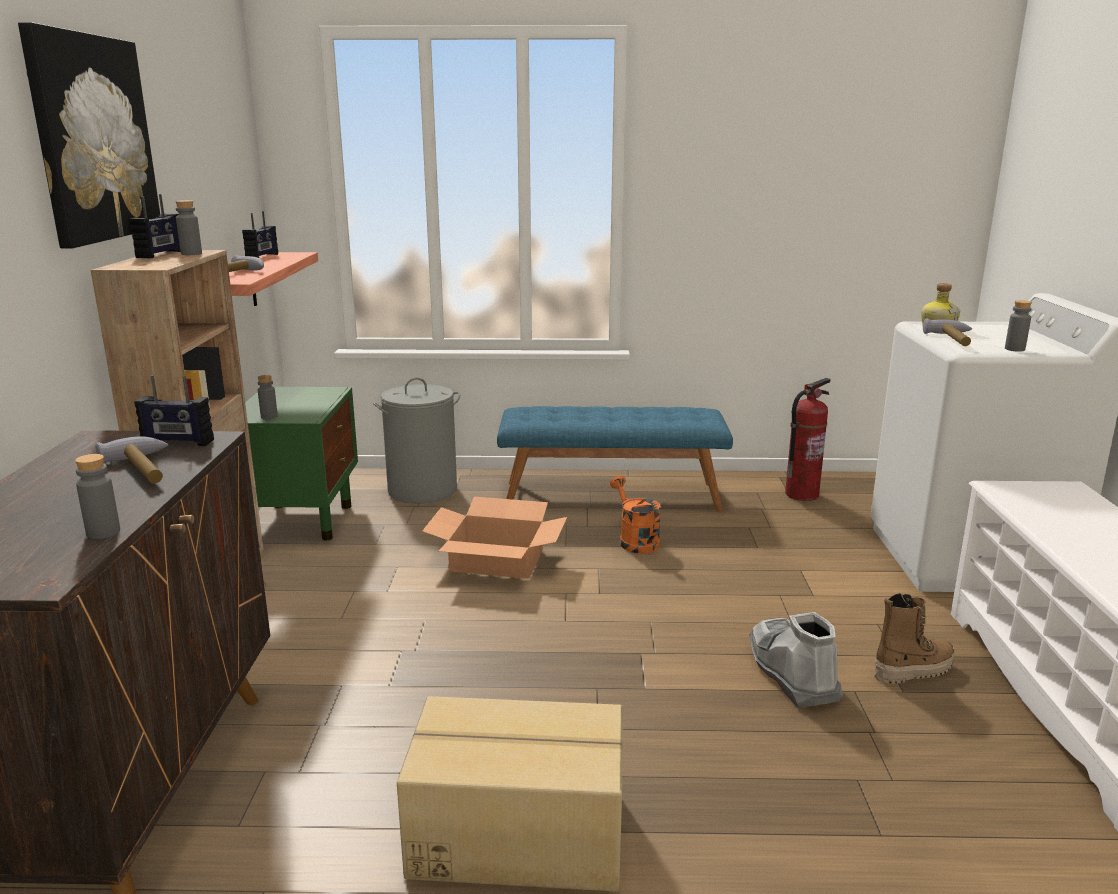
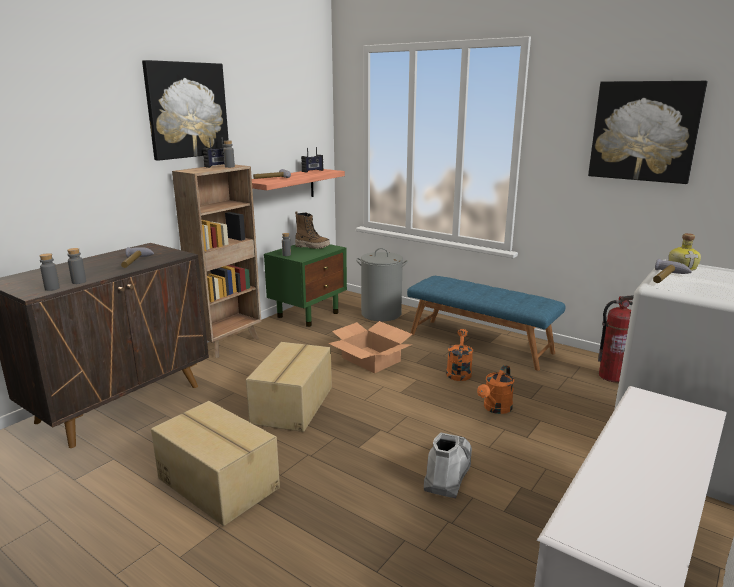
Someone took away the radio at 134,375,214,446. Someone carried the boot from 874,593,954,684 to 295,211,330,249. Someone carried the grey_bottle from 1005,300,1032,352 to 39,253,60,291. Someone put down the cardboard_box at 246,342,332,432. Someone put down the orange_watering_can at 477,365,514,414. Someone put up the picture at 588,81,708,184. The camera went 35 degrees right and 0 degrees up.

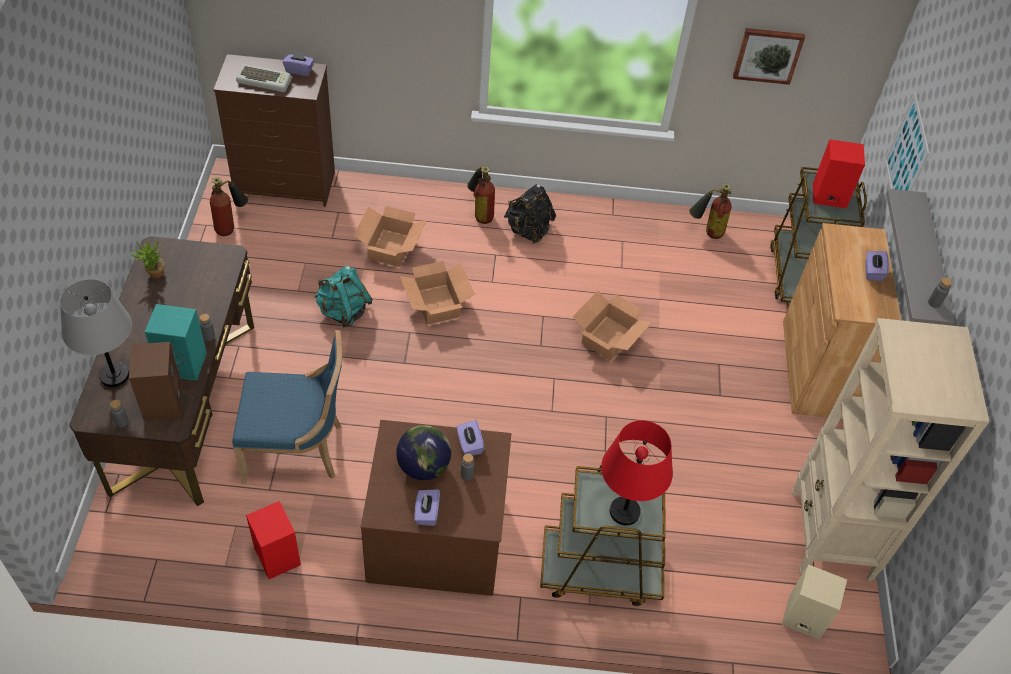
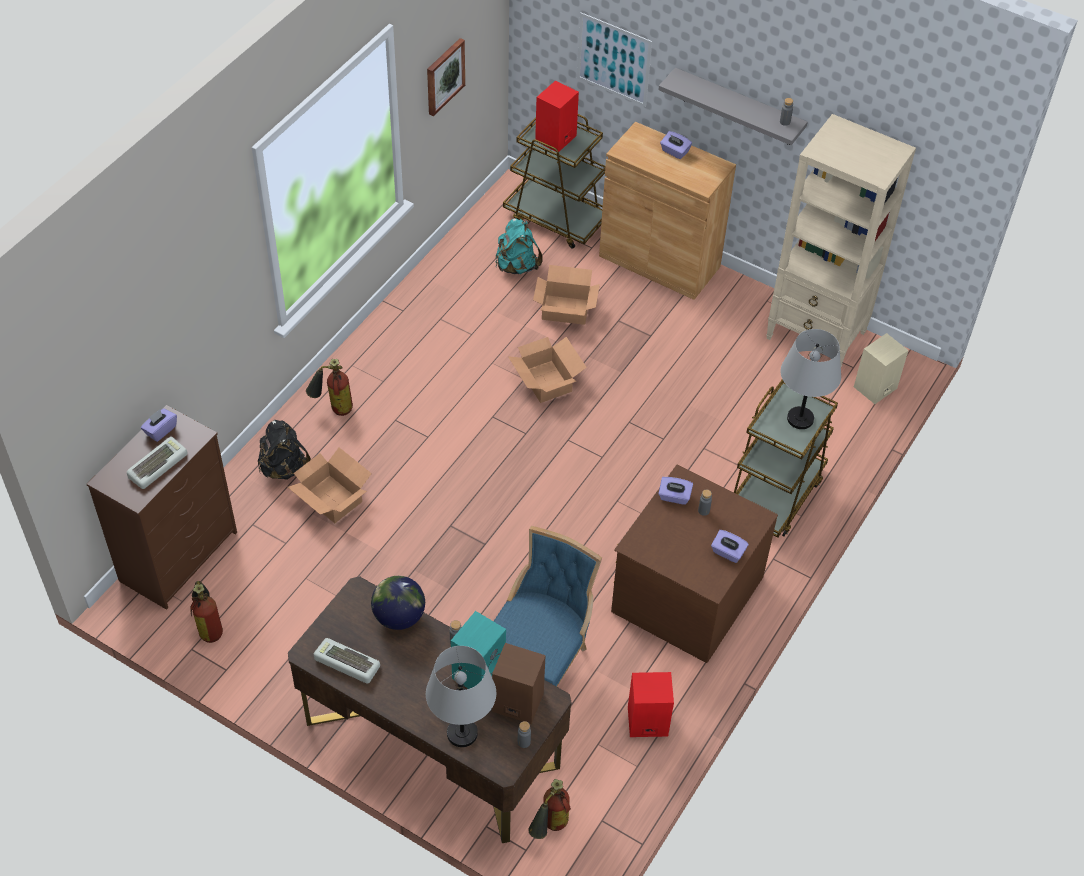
Someone swapped the potted_plant at 131,240,165,278 for the keyboard at 314,638,380,684. Someone carried the turquoise_backpack from 314,266,373,327 to 496,218,543,274. Someone carried the globe from 396,425,451,480 to 371,576,425,630. Someone carried the cardboard_box from 400,261,475,325 to 533,265,600,325. Someone carried the black_backpack from 504,184,556,244 to 258,420,311,480. Someone repainted the red_table_lamp at 601,420,673,525, which became the grey_table_lamp at 780,329,841,429. Someone carried the fire_extinguisher from 689,184,732,239 to 528,779,571,839. The camera went 60 degrees left and 0 degrees up.

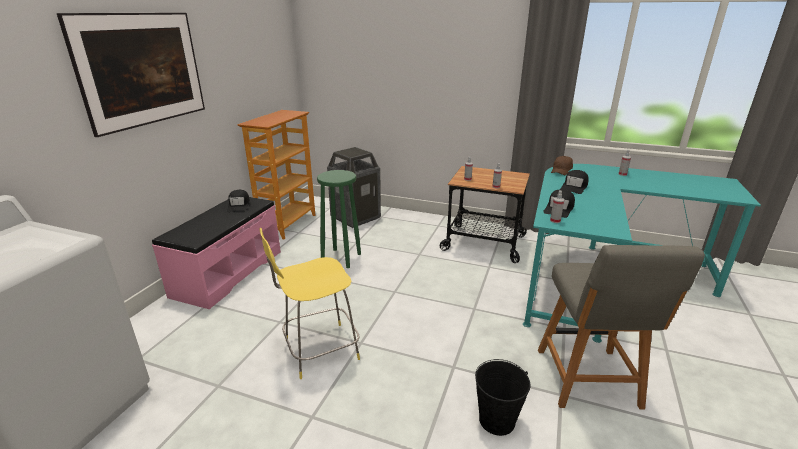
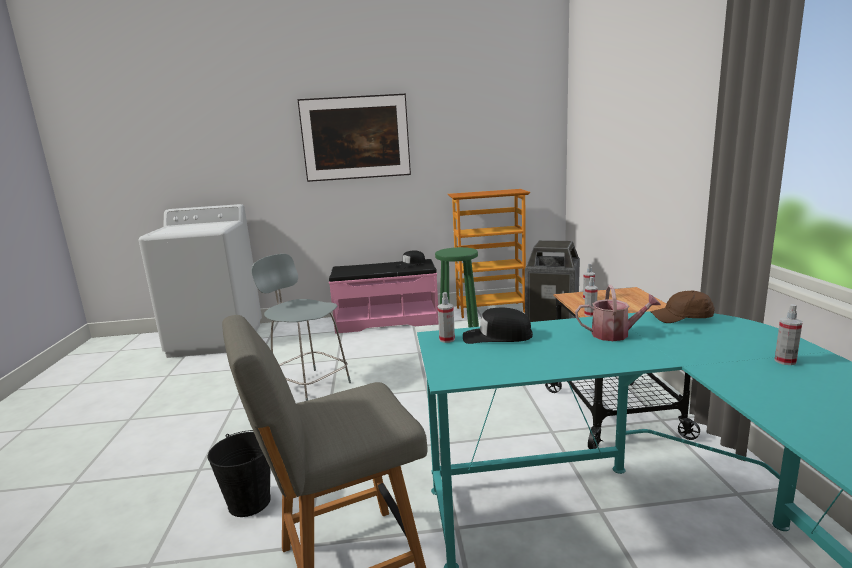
Someone repainted the yellow_stool at 260,228,360,379, which became the grey_stool at 251,254,351,401. Someone swapped the black_cap at 561,170,589,194 for the watering_can at 575,285,661,341. The camera went 65 degrees right and 10 degrees down.

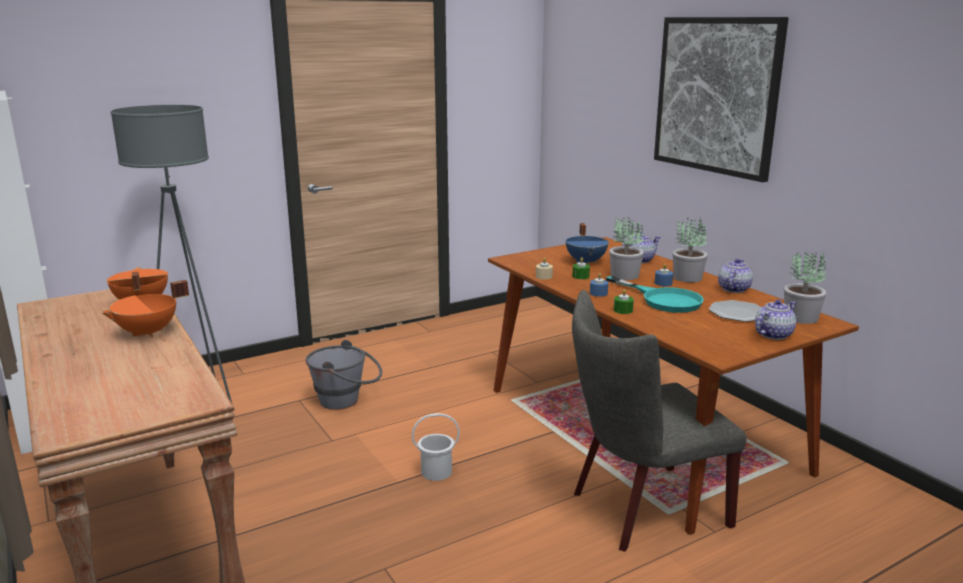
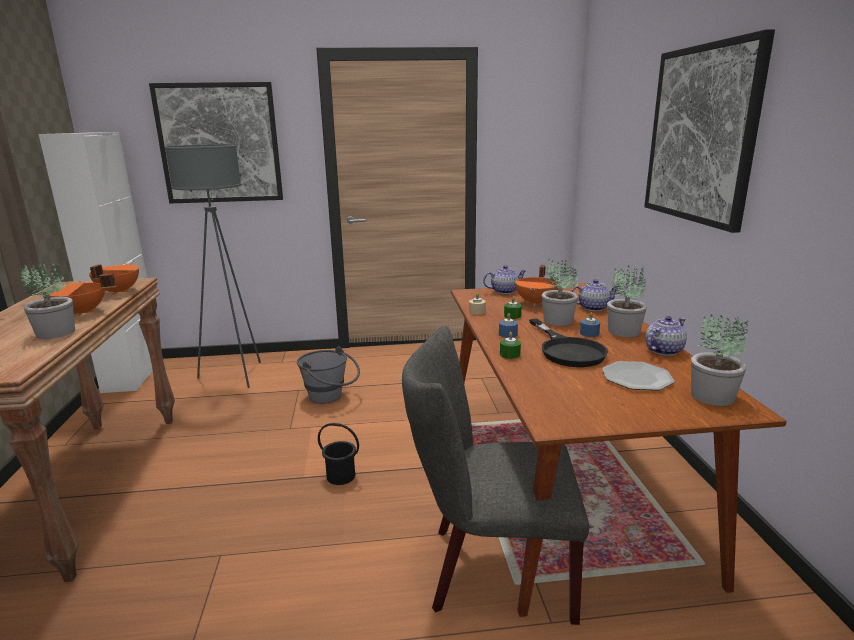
Someone repainted the white_bucket at 412,413,460,481, which became the black_bucket at 318,423,359,485. Someone repainted the blue_cooking_pot at 565,223,609,265, which became the orange_cooking_pot at 515,265,559,306. Someone repainted the turquoise_frying_pan at 606,276,704,313, which became the black_frying_pan at 529,319,608,367. Someone carried the teapot from 755,299,796,340 to 483,265,527,294. Someone put down the potted_plant at 20,258,75,339. Someone put up the picture at 149,82,283,204. The camera went 25 degrees right and 0 degrees up.

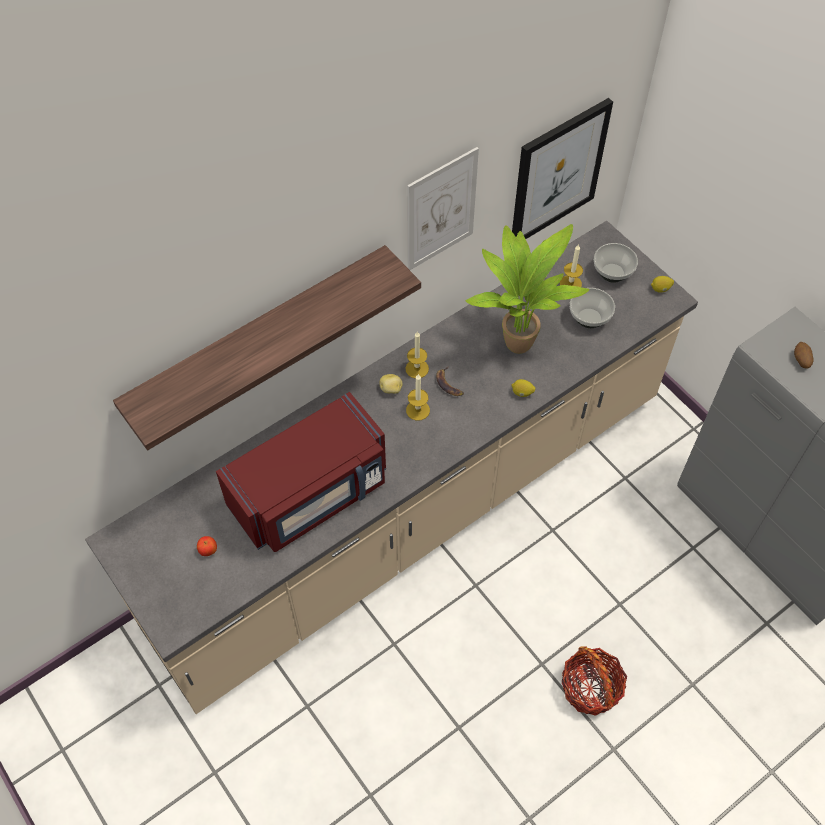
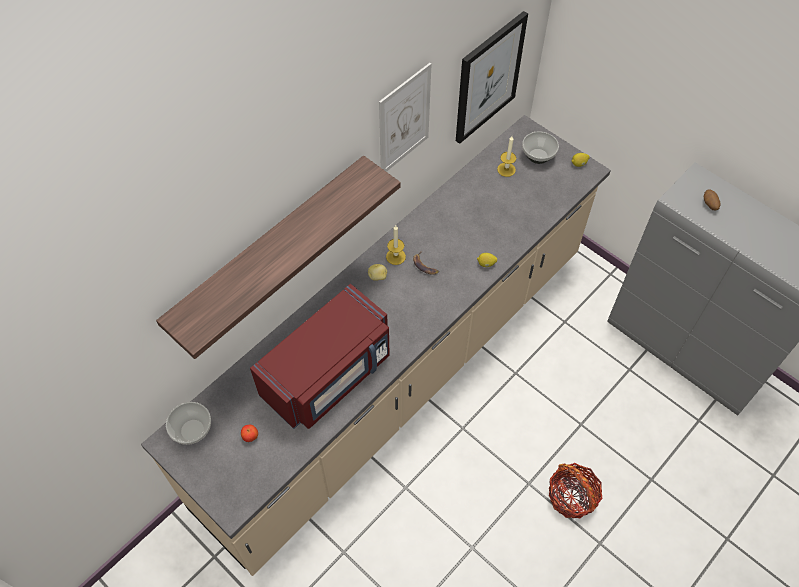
Someone took away the candle at 406,374,430,421. Someone took away the potted_plant at 465,224,590,354. Someone carried the bowl from 570,288,615,328 to 166,402,211,445. The camera went 10 degrees left and 0 degrees up.

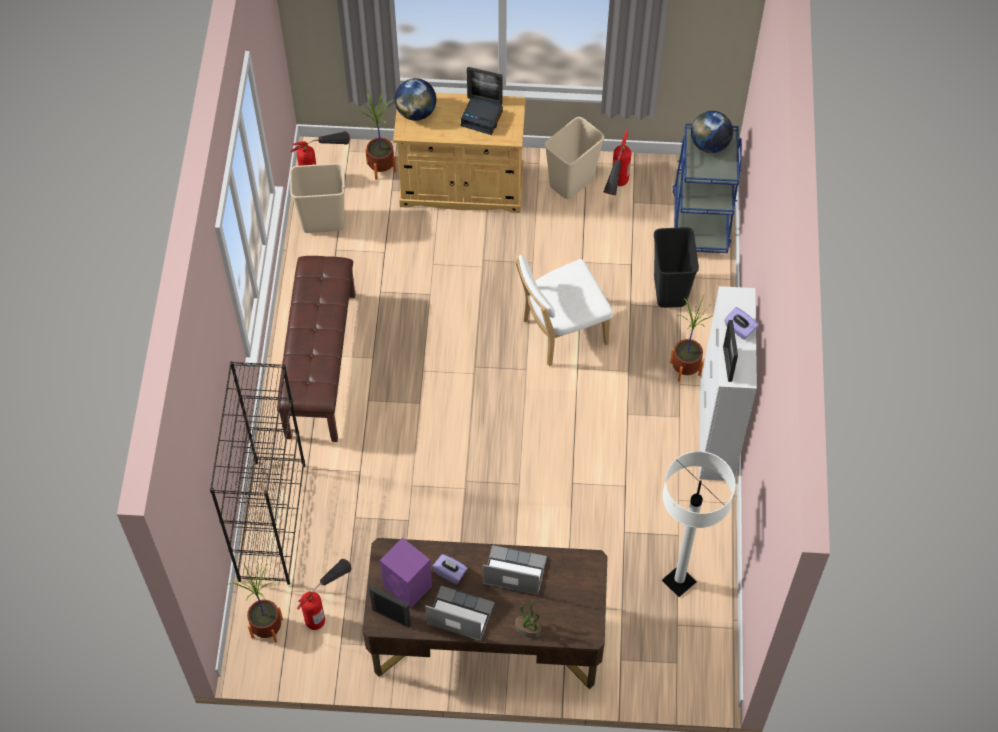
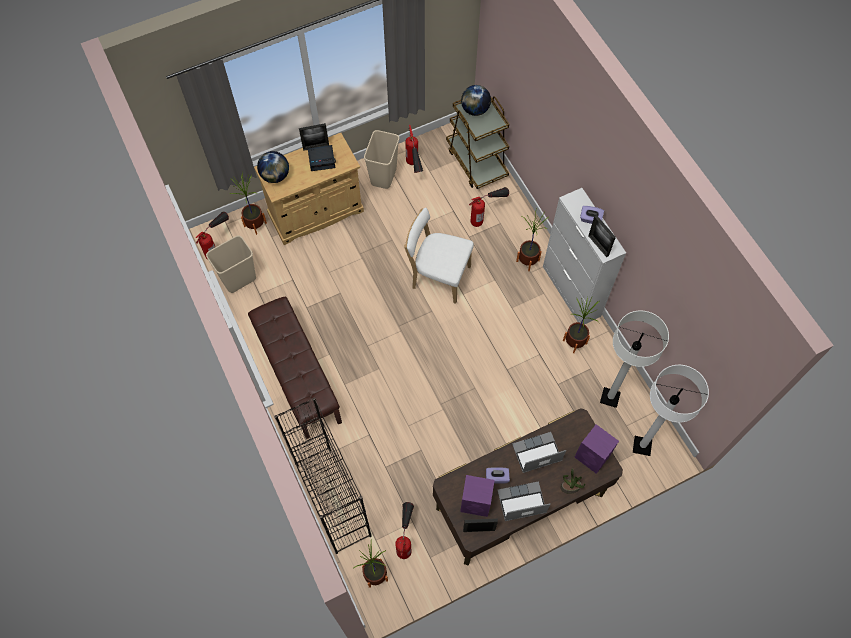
Someone rotated the white_chair at 515,255,613,367 by 75 degrees clockwise. Someone swapped the black_trash_can at 654,227,699,308 for the fire_extinguisher at 469,187,509,227. Someone repainted the blue_cart at 672,124,742,253, which became the brown_cart at 446,96,509,189. Someone put down the potted_plant at 563,297,599,353. Someone put down the purple_speaker at 575,424,619,474. Someone put down the white_floor_lamp at 633,365,709,456. The camera went 30 degrees left and 5 degrees up.

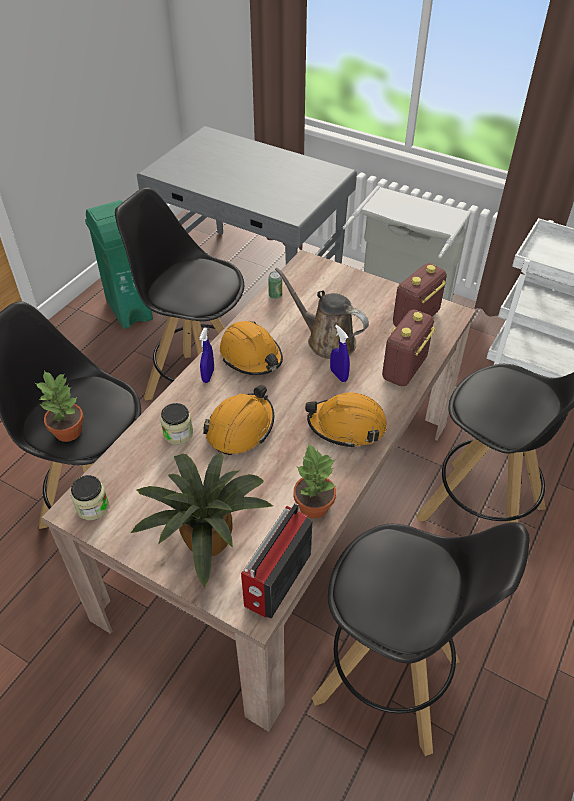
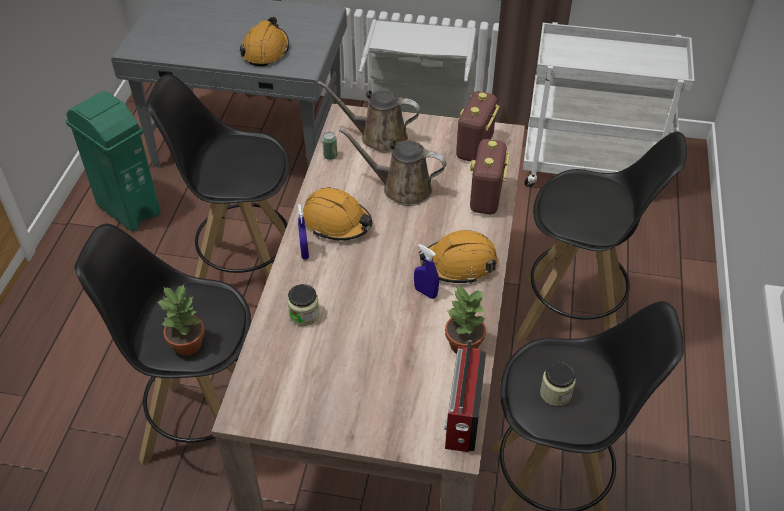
Someone carried the jar from 71,475,109,520 to 540,362,576,406. Someone took away the potted_plant at 131,454,273,588. Someone carried the orange_hard_hat from 203,385,274,455 to 239,17,289,67. Someone carried the blue_spray_bottle from 330,325,350,382 to 414,244,439,299. Someone put down the brown_watering_can at 317,81,420,152. The camera went 20 degrees left and 0 degrees up.

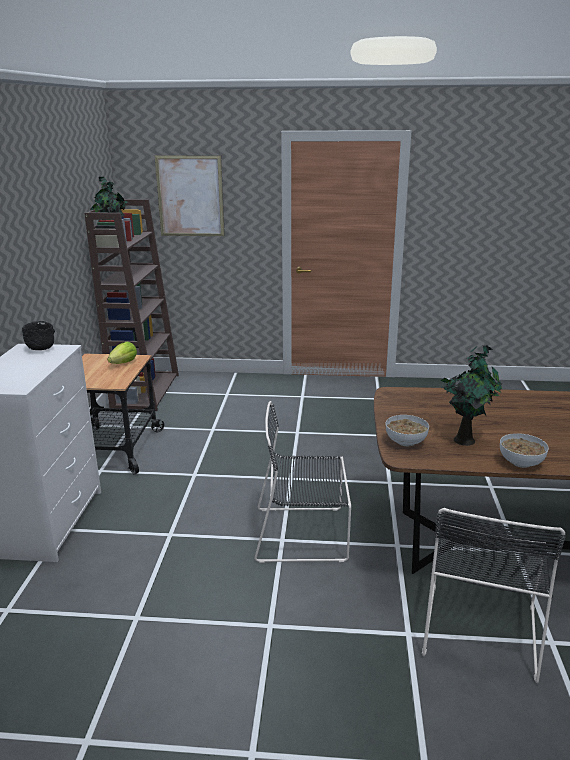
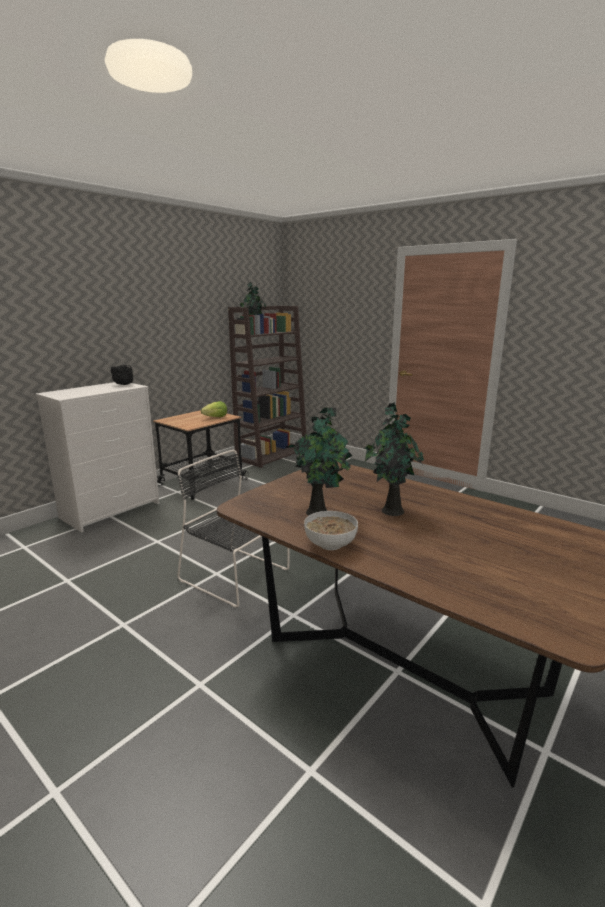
Someone took away the picture at 155,155,225,236. Someone took away the bowl at 386,415,429,446. Someone took away the black_chair at 422,508,566,683. Someone put down the potted_plant at 365,402,424,516. The camera went 35 degrees right and 5 degrees down.

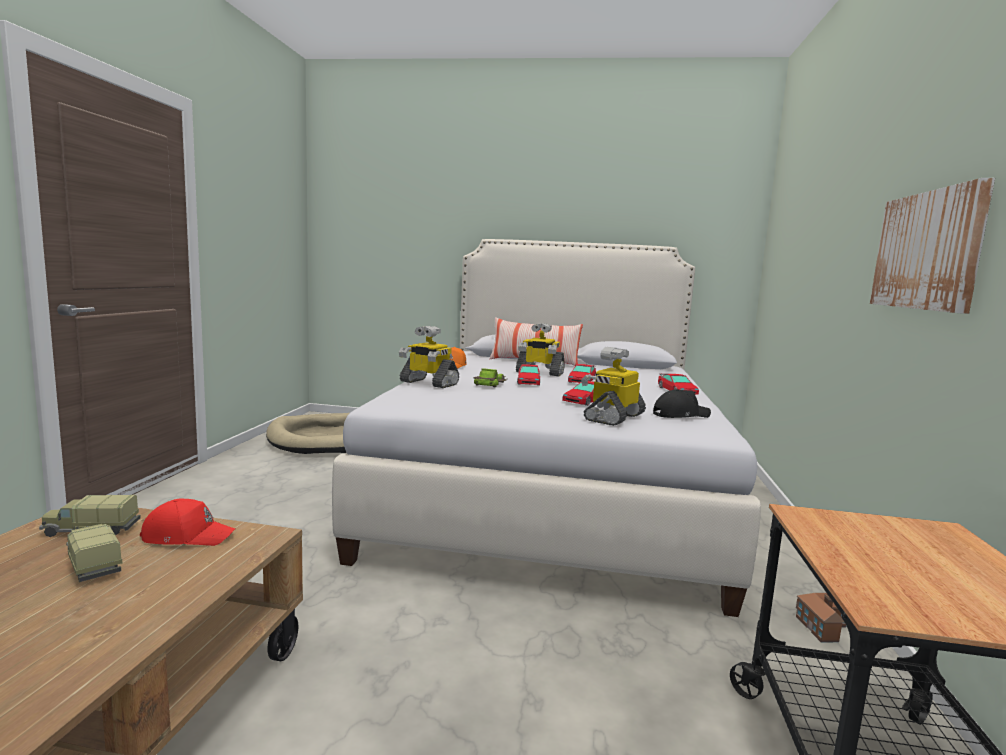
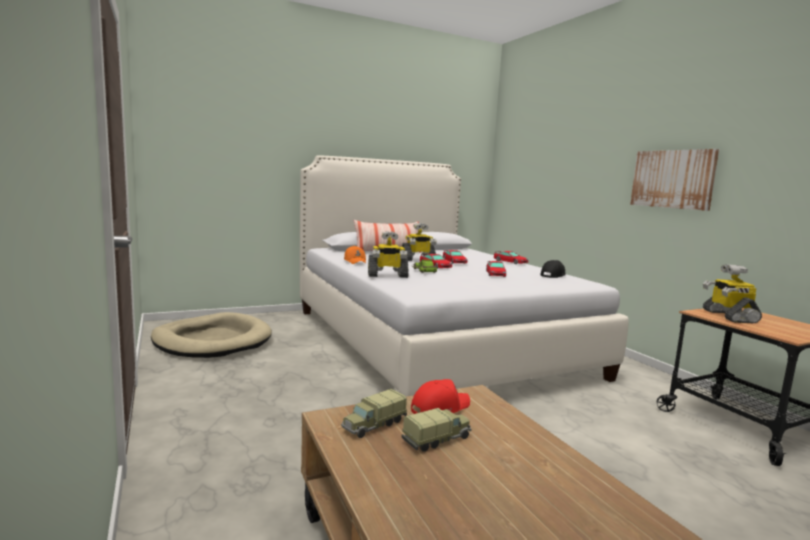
Someone rotated the toy_truck at 66,524,122,582 by 135 degrees clockwise. Someone carried the toy_robot from 581,347,646,426 to 703,265,762,324. Someone took away the toy_house at 796,593,846,642. The camera went 35 degrees left and 0 degrees up.

